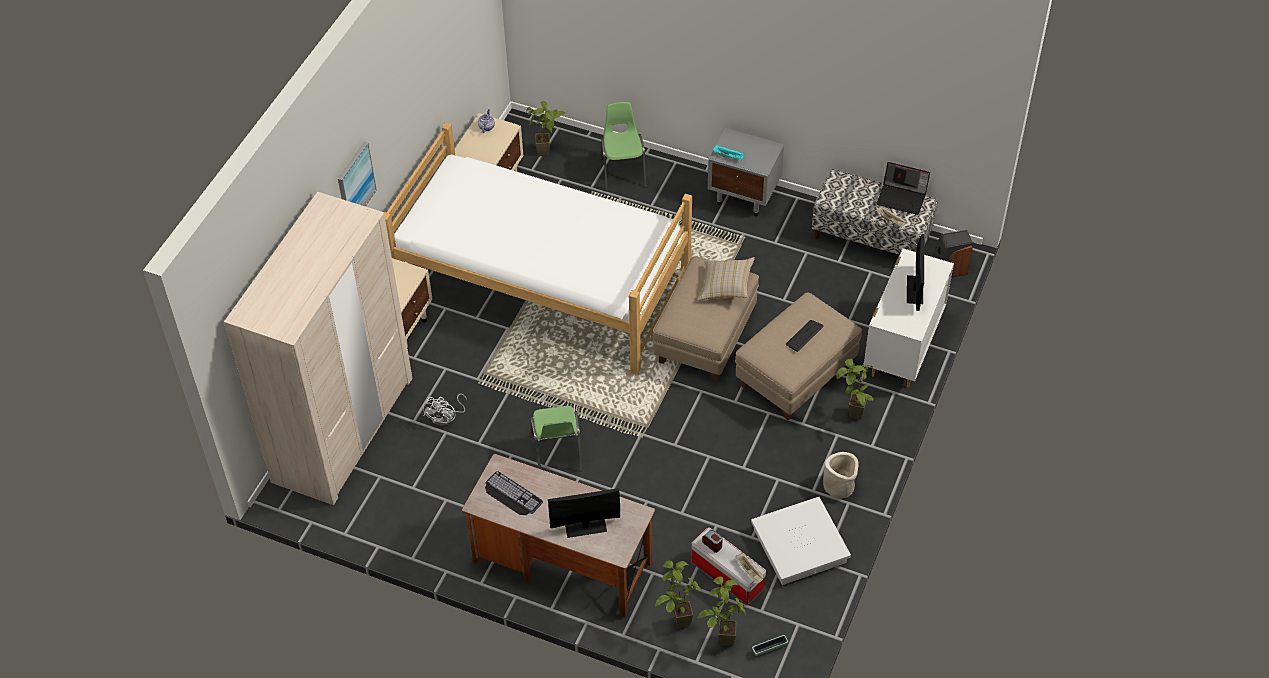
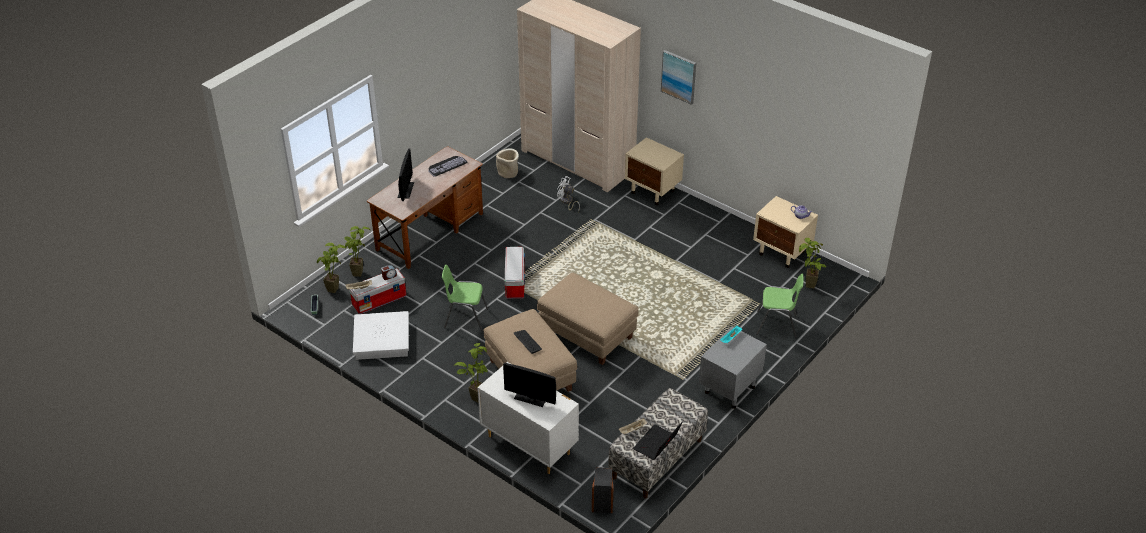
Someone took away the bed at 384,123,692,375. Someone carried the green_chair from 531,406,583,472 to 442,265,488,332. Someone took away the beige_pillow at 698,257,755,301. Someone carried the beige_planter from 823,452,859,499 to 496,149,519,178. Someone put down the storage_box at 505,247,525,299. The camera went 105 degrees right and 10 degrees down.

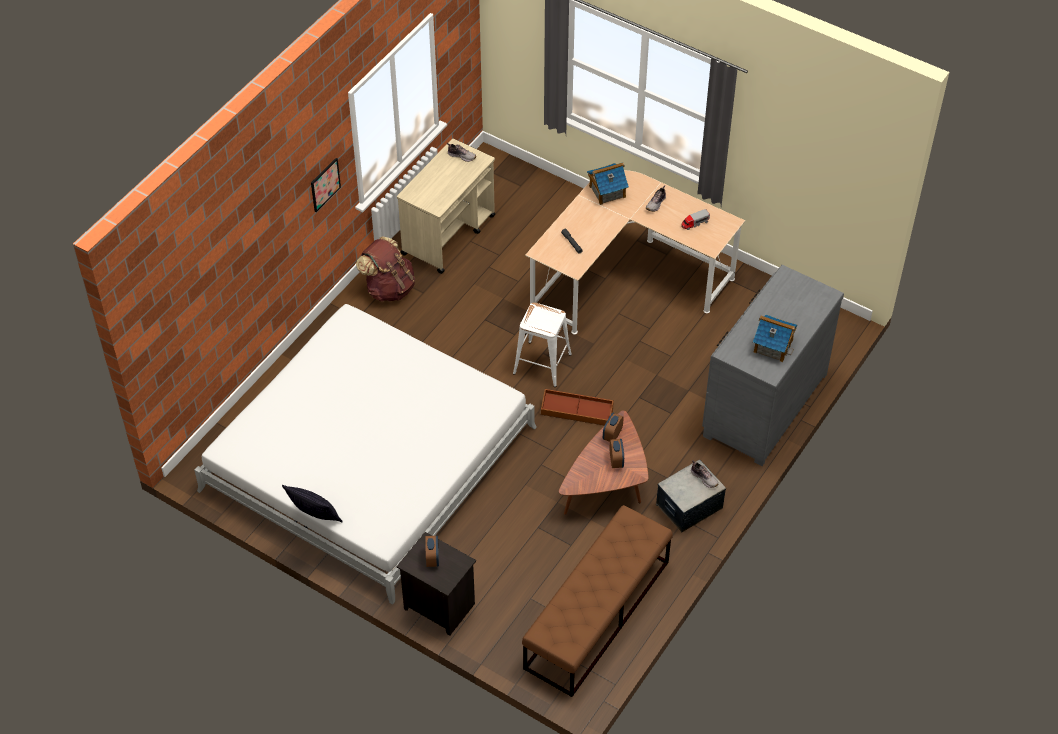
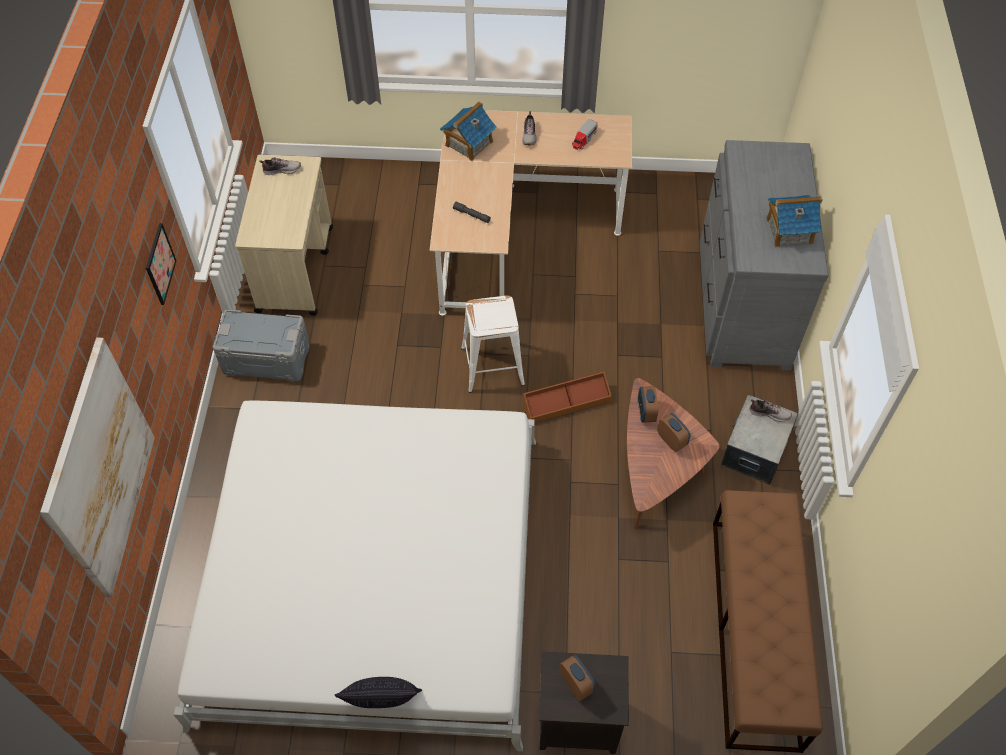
Someone swapped the brown_backpack at 356,236,415,302 for the grey_storage_box at 213,309,310,382. Someone put up the picture at 40,338,155,597. The camera went 30 degrees left and 5 degrees up.

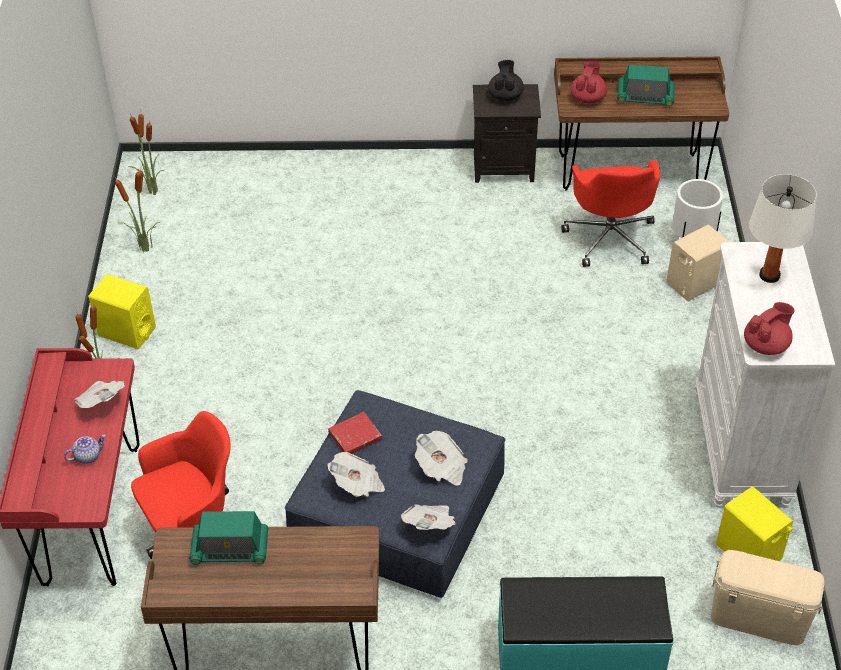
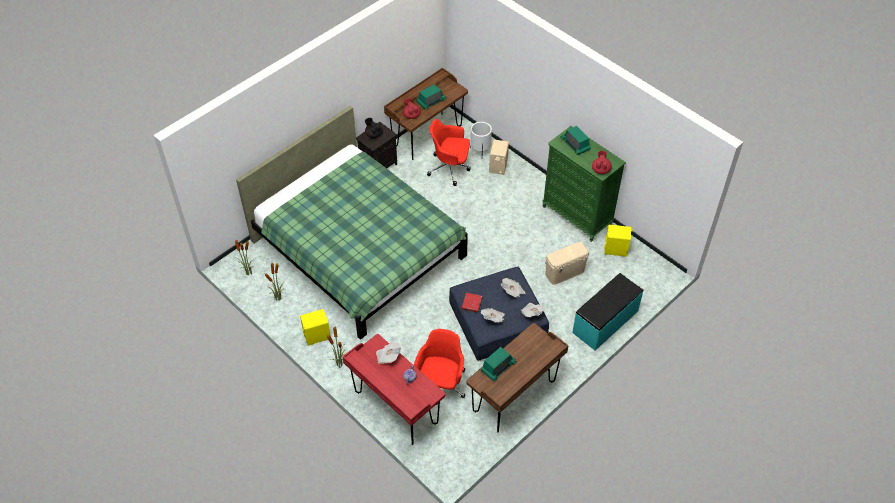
Someone rotated the red_office_chair at 561,160,661,267 by 150 degrees clockwise. Someone repainted the white_dresser at 694,242,835,507, which became the green_dresser at 542,126,626,242. Someone carried the beige_storage_box from 711,550,826,646 to 545,242,589,285. Someone swapped the white_table_lamp at 749,174,817,283 for the radio at 560,126,591,155. Someone put down the green_bed at 236,106,468,340. The camera went 45 degrees left and 5 degrees up.

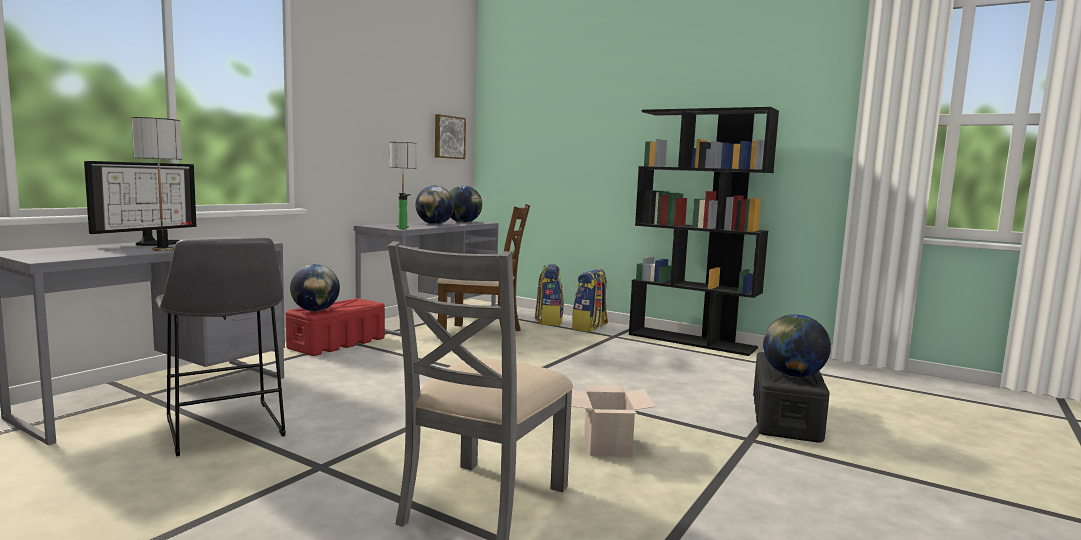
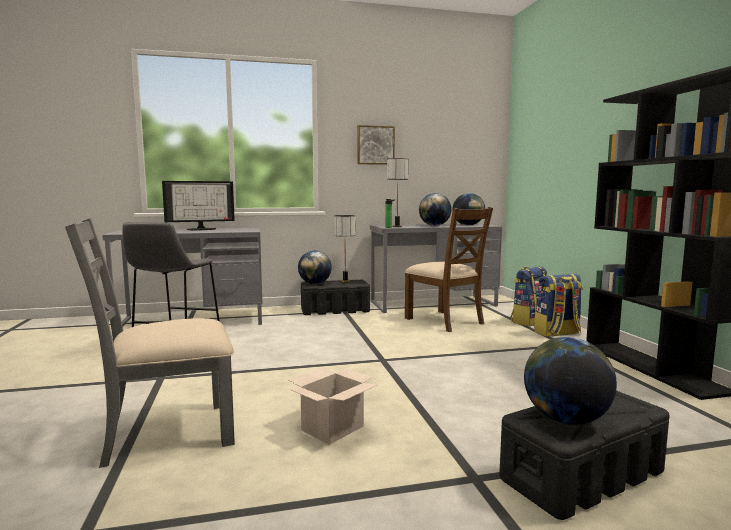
Someone carried the table_lamp from 132,117,182,251 to 334,215,356,282. Someone repainted the red_storage_box at 286,298,385,356, which became the black_storage_box at 301,280,370,315. Someone carried the picture from 435,114,466,159 to 357,125,395,165. The camera went 45 degrees right and 0 degrees up.

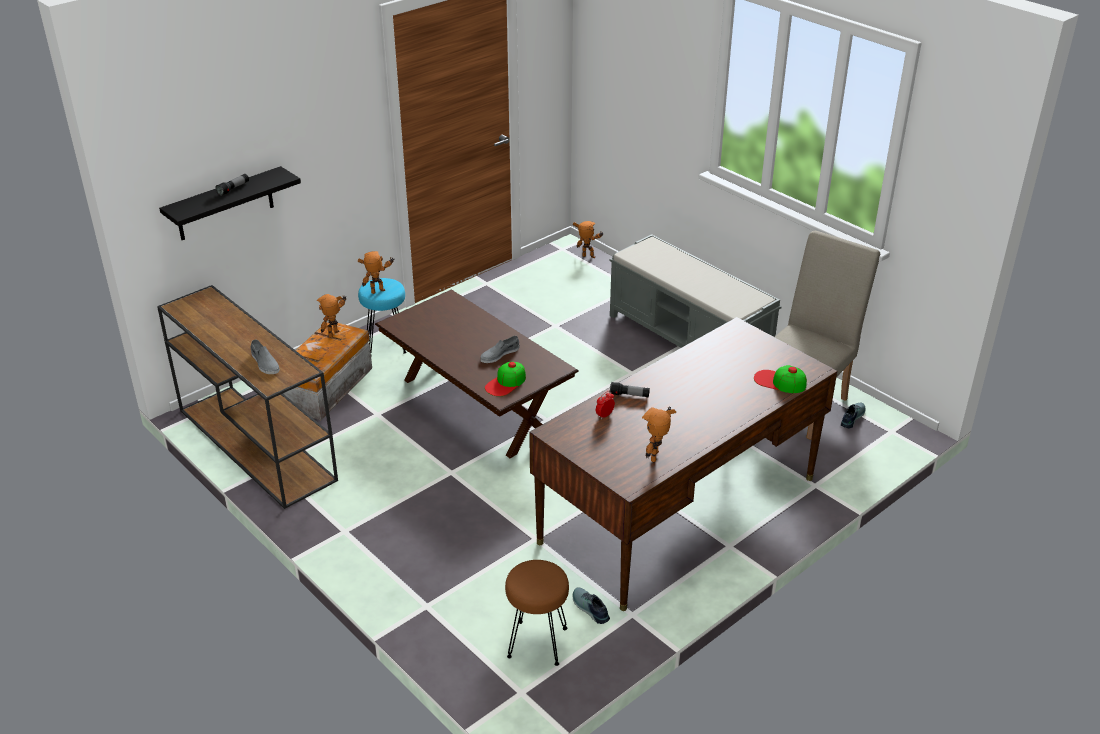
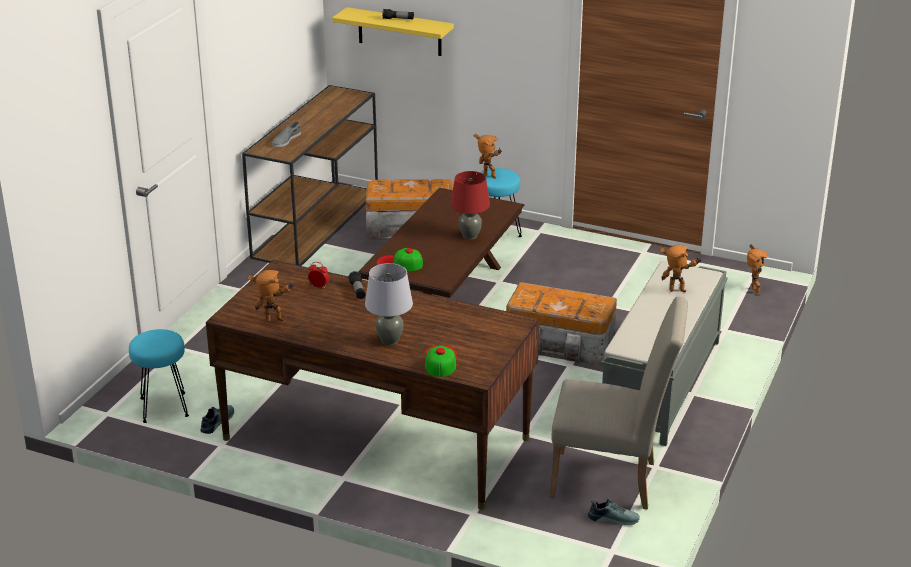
Someone repainted the black_shelf at 159,166,301,240, which became the yellow_shelf at 332,7,454,56. Someone carried the toy_robot from 317,294,346,338 to 659,245,702,292. Someone took away the grey_shoe at 480,336,519,363. Someone repainted the brown_stool at 505,560,569,666, which became the turquoise_stool at 129,329,189,423. Someone put down the grey_table_lamp at 365,263,413,345. Someone put down the red_table_lamp at 451,171,490,240. Someone put down the storage_box at 506,282,617,365. The camera went 65 degrees right and 5 degrees down.

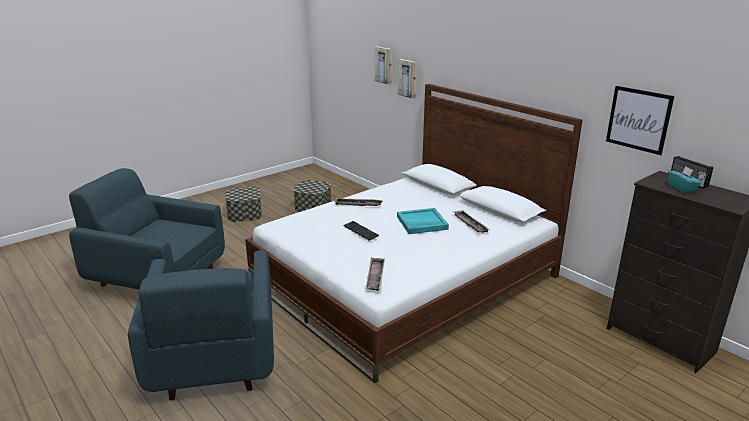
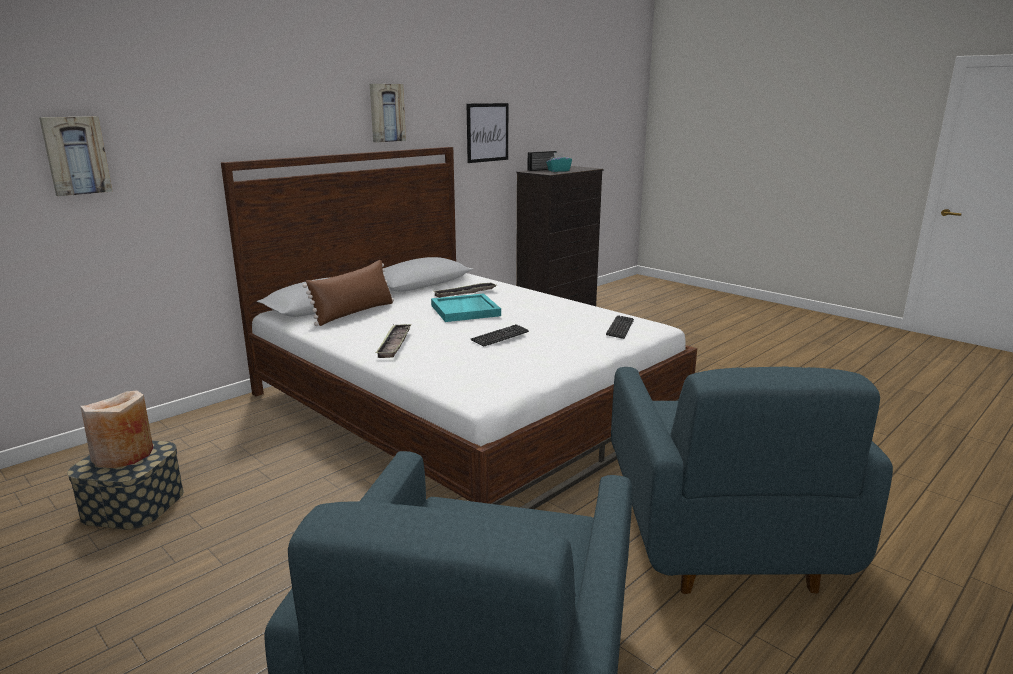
Someone rotated the blue_armchair at 128,250,274,400 by 105 degrees clockwise. Someone took away the storage_box at 225,187,262,222. Someone swapped the tray at 366,258,385,291 for the keyboard at 606,315,634,339. Someone carried the picture from 397,59,417,99 to 370,84,406,143. Someone put down the beige_vase at 80,391,153,468. Someone put down the brown_pillow at 303,260,394,326. The camera went 95 degrees left and 5 degrees down.

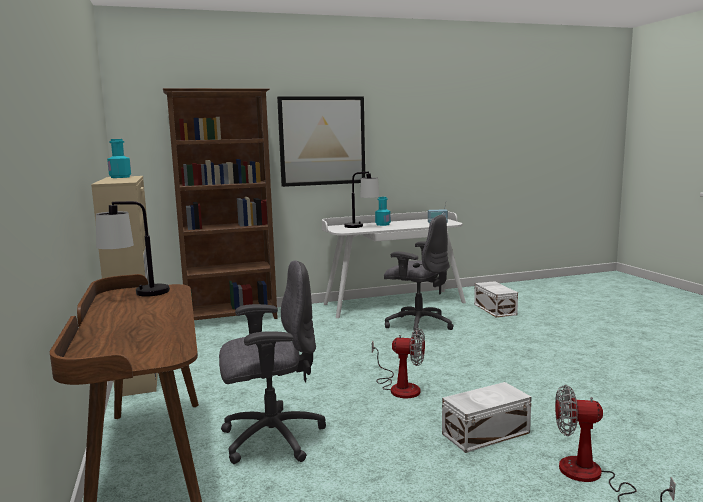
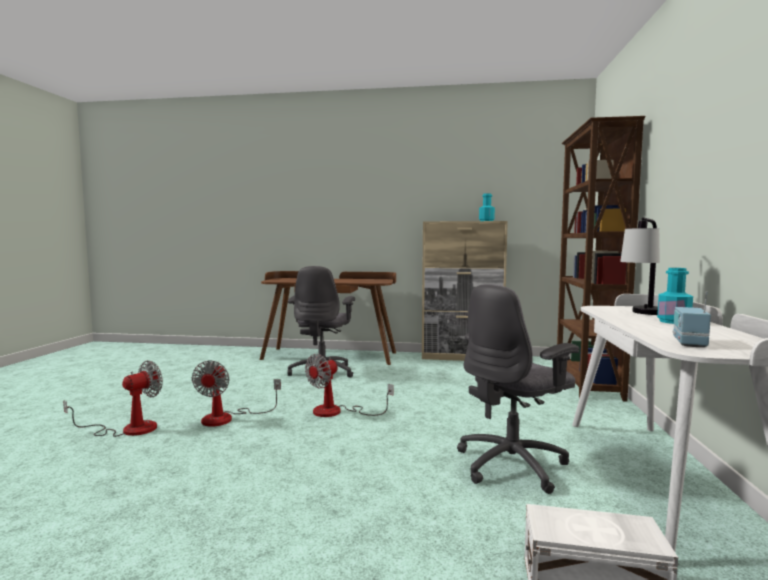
Someone took away the table_lamp at 96,201,170,297. Someone took away the picture at 277,96,365,187. Someone swapped the white_storage_box at 442,382,531,453 for the fan at 192,360,281,427. The camera went 115 degrees right and 5 degrees down.

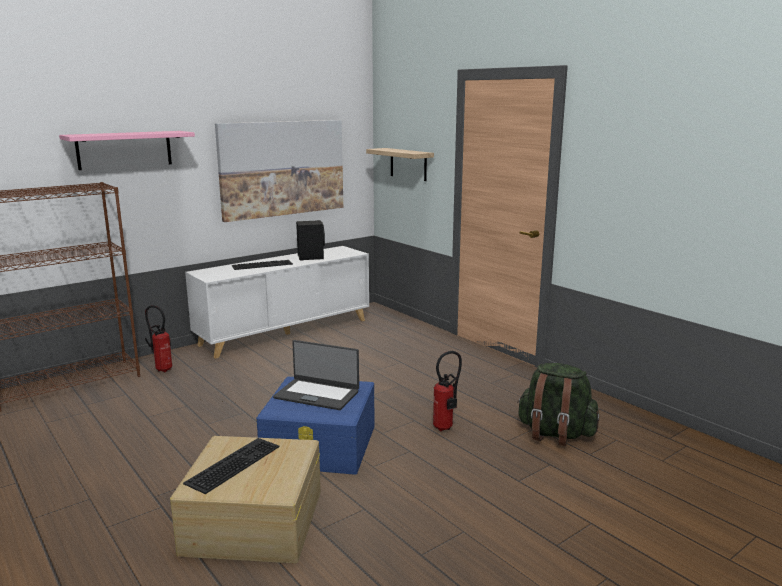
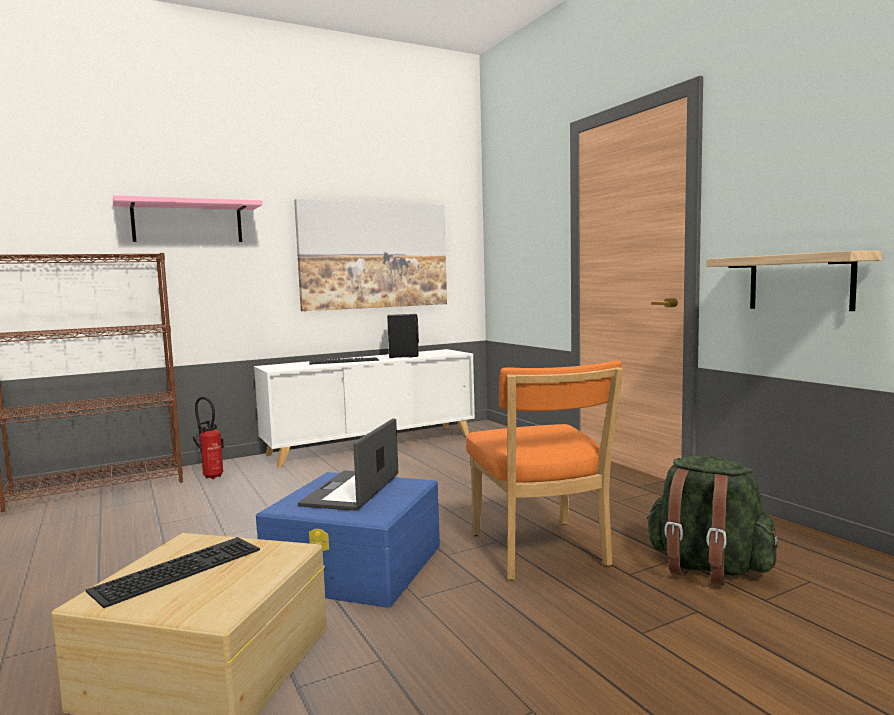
Someone rotated the laptop at 273,340,359,410 by 75 degrees clockwise. Someone carried the shelf from 366,148,434,181 to 706,251,882,311. Someone swapped the fire_extinguisher at 433,351,462,432 for the orange_chair at 466,360,623,580. The camera went 10 degrees right and 10 degrees down.

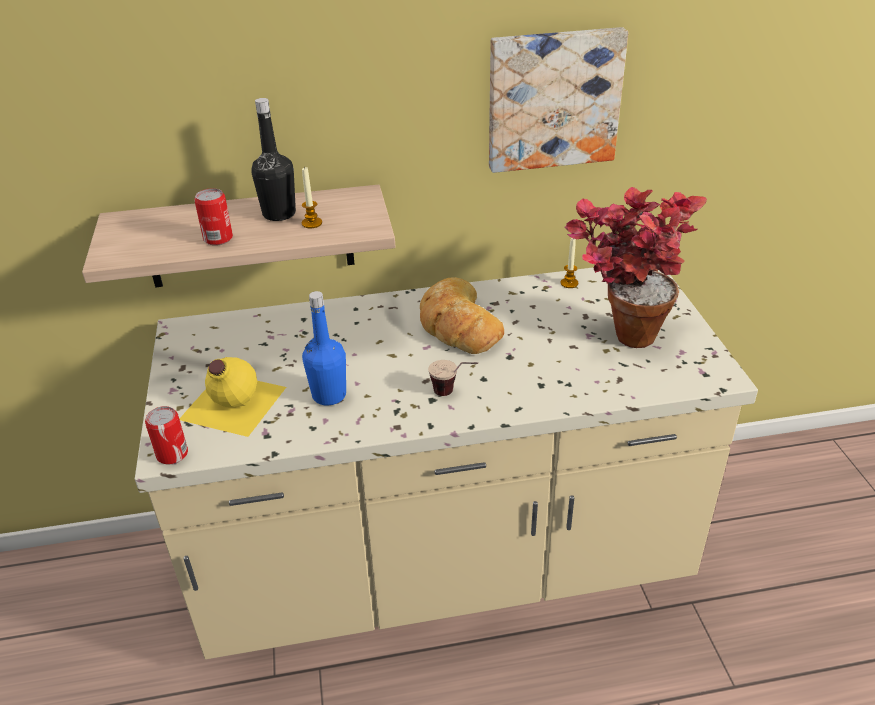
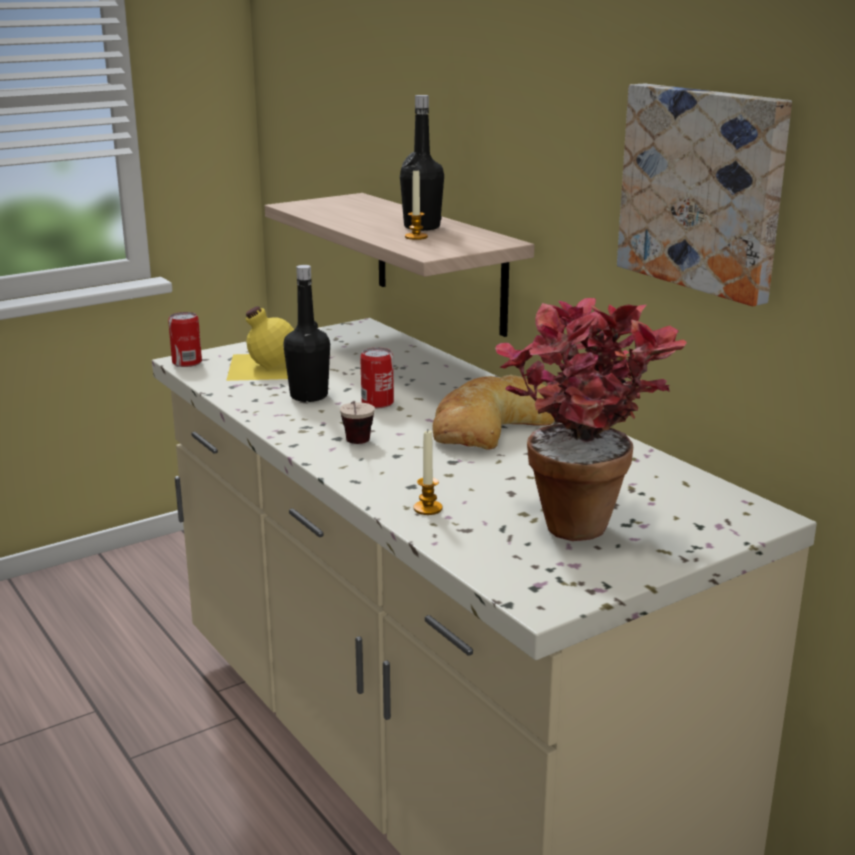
Someone carried the can from 194,188,233,245 to 360,347,394,408. Someone repainted the blue_bottle at 302,291,346,405, which became the black_bottle at 283,265,330,402. Someone carried the candle from 561,238,578,288 to 413,431,443,515. The camera went 65 degrees right and 15 degrees down.

